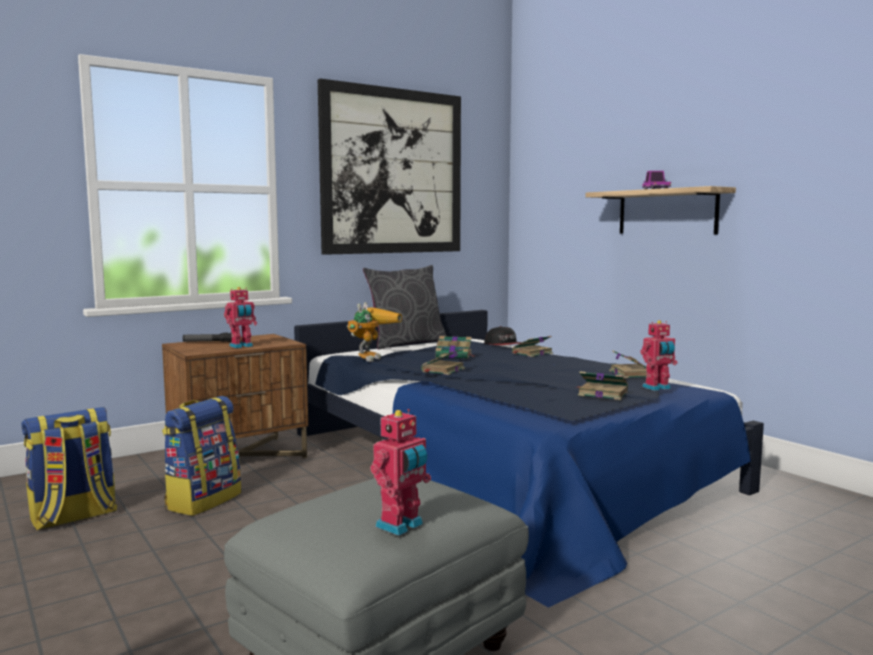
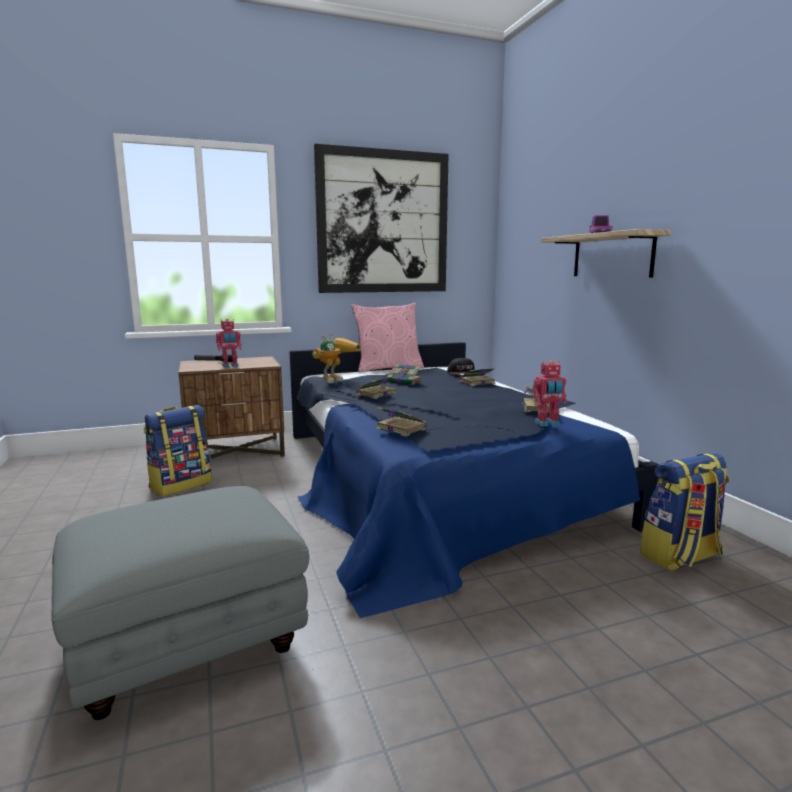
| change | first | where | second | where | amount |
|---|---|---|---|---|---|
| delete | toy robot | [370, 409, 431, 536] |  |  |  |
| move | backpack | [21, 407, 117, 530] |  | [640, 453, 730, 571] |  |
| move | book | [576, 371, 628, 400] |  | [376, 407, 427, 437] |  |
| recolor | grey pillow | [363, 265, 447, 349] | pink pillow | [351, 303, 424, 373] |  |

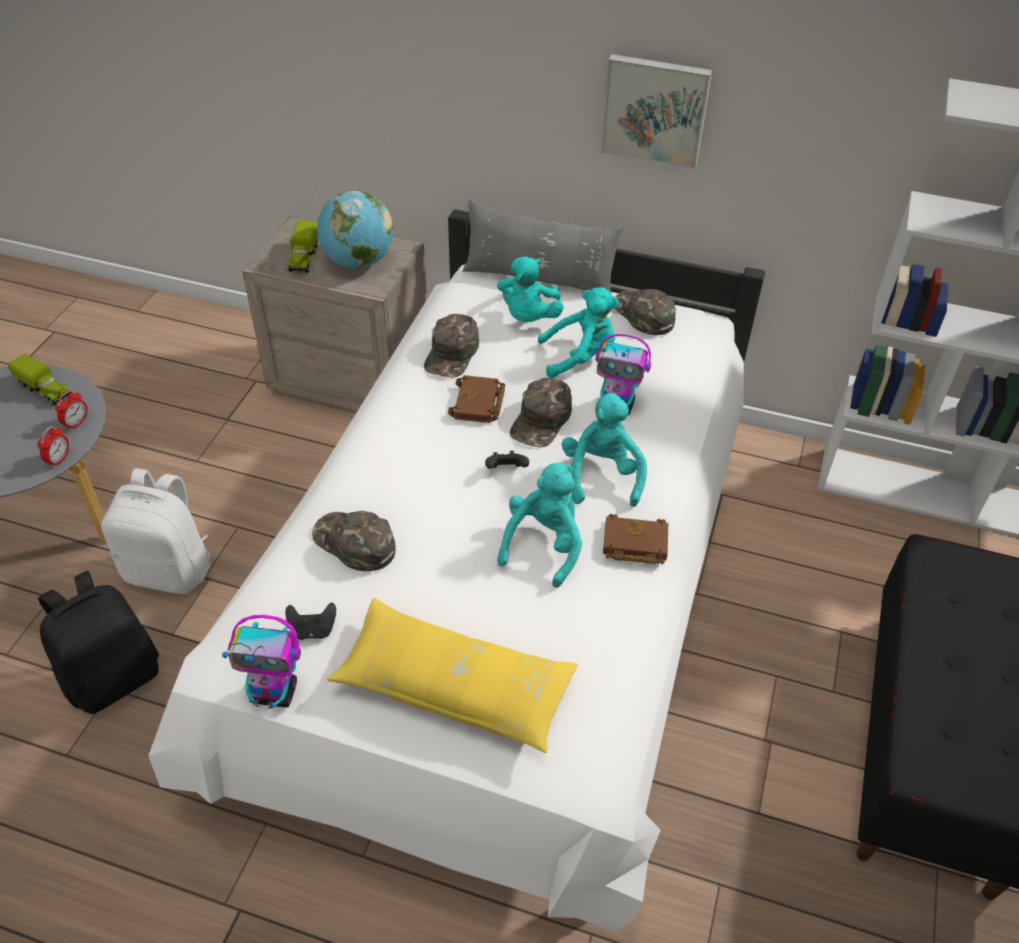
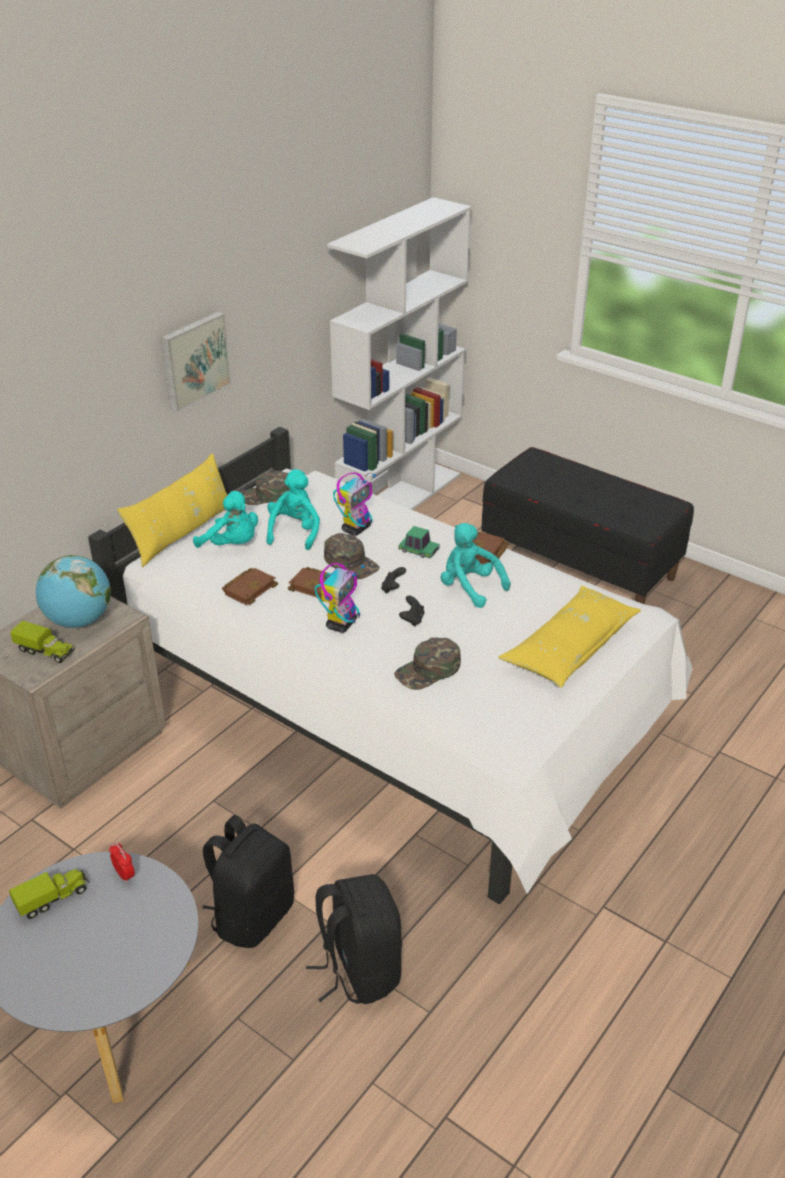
| change | first | where | second | where | amount |
|---|---|---|---|---|---|
| delete | alarm clock | [38, 426, 69, 468] |  |  |  |
| move | toy robot | [222, 615, 301, 709] |  | [315, 563, 365, 633] |  |
| move | black game controller | [285, 602, 336, 640] |  | [399, 595, 424, 626] |  |
| replace | green cap | [424, 314, 479, 378] | brown book | [222, 568, 278, 605] |  |
| replace | turquoise plush toy | [562, 393, 647, 507] | toy car | [398, 526, 439, 558] |  |
| recolor | white backpack | [101, 468, 211, 594] | black backpack | [202, 815, 294, 948] |  |
| recolor | grey pillow | [463, 199, 622, 294] | yellow pillow | [117, 453, 227, 567] |  |

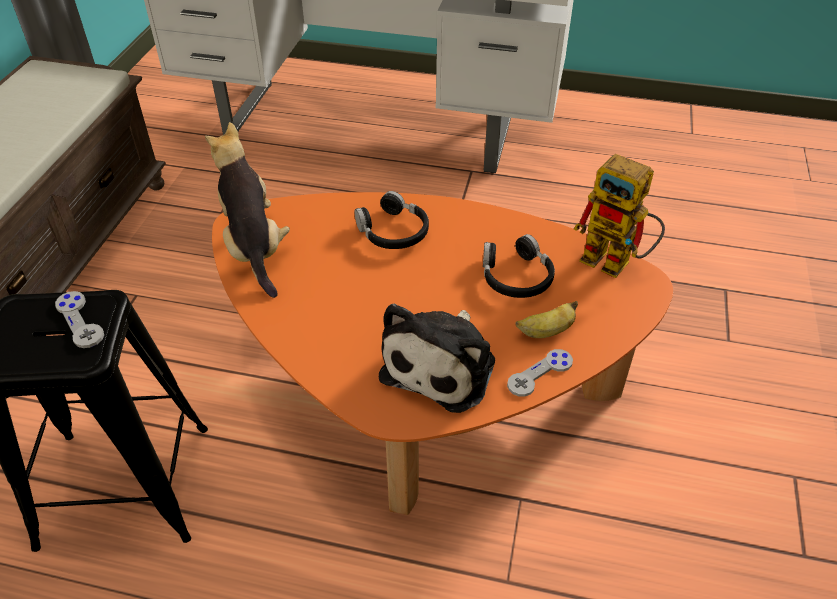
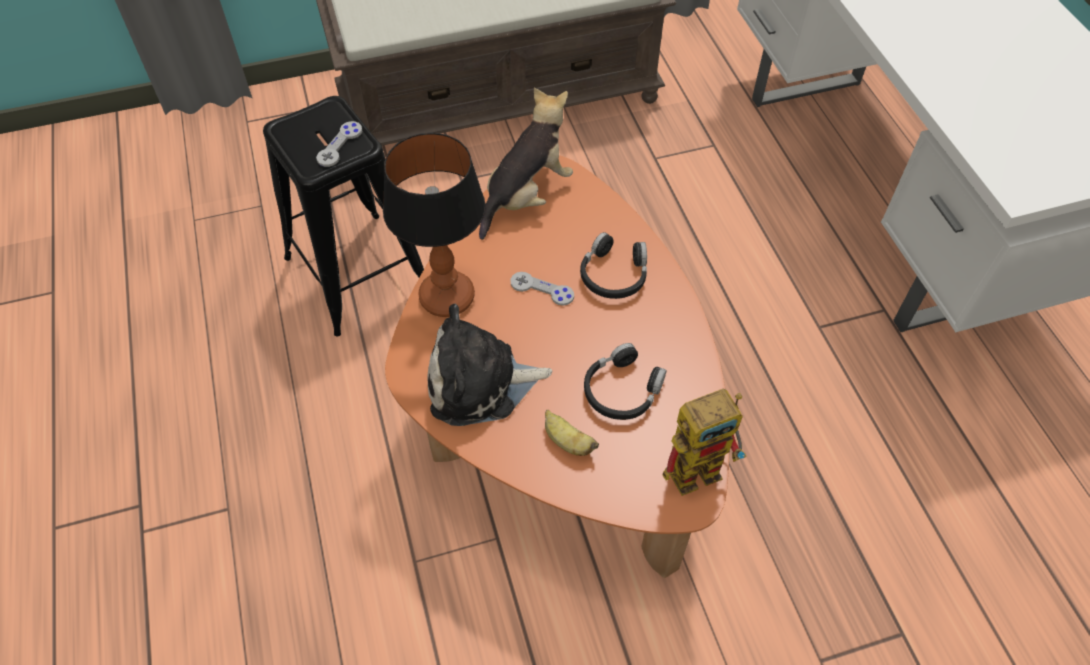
| change | first | where | second | where | amount |
|---|---|---|---|---|---|
| insert |  |  | table lamp | [383, 132, 486, 317] |  |
| move | grey game controller | [507, 349, 573, 397] |  | [511, 272, 574, 306] |  |
| rotate | toy robot | [574, 154, 665, 278] |  | [662, 388, 747, 496] | 120 degrees counterclockwise |

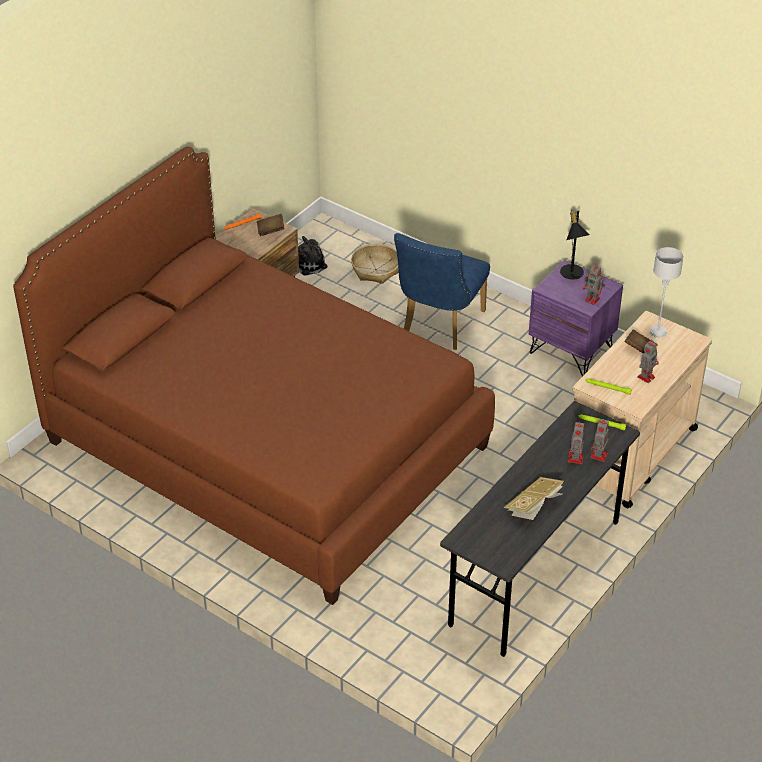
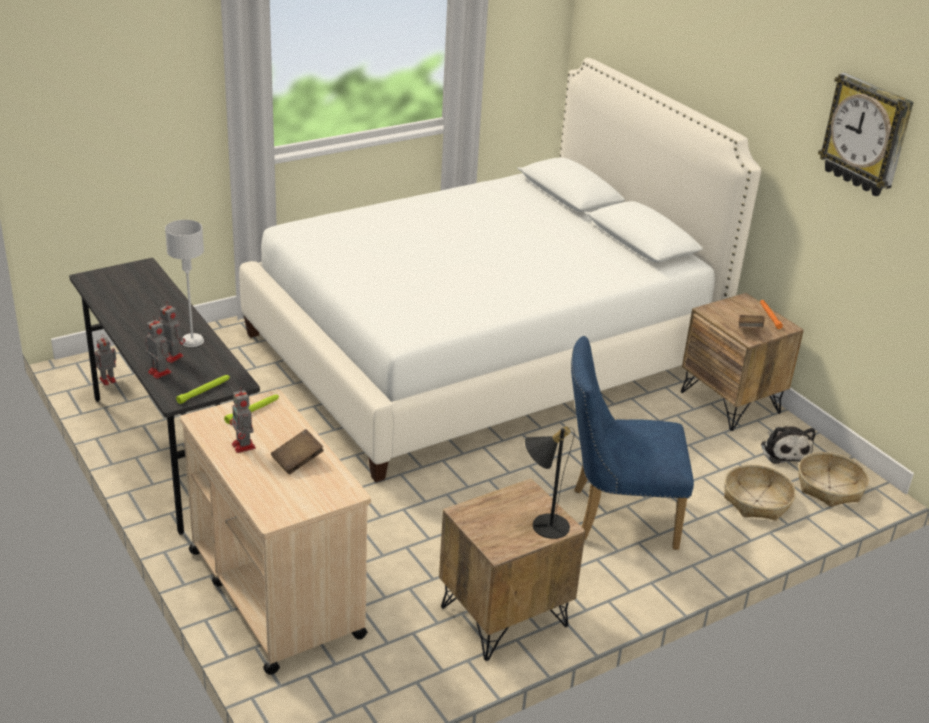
| change | first | where | second | where | amount |
|---|---|---|---|---|---|
| delete | book | [504, 477, 564, 520] |  |  |  |
| insert |  |  | basket | [798, 452, 869, 507] |  |
| insert |  |  | wall clock | [818, 72, 914, 196] |  |
| move | toy robot | [583, 265, 605, 305] |  | [94, 334, 116, 385] |  |
| move | grey table lamp | [649, 247, 684, 338] |  | [165, 220, 204, 347] |  |
| recolor | brown bed | [13, 146, 495, 605] | white bed | [239, 58, 761, 482] |  |
| recolor | purple nightstand | [529, 260, 623, 377] | brown nightstand | [439, 478, 586, 661] |  |
| rotate | blue chair | [394, 233, 490, 350] |  | [571, 336, 694, 550] | 45 degrees counterclockwise |

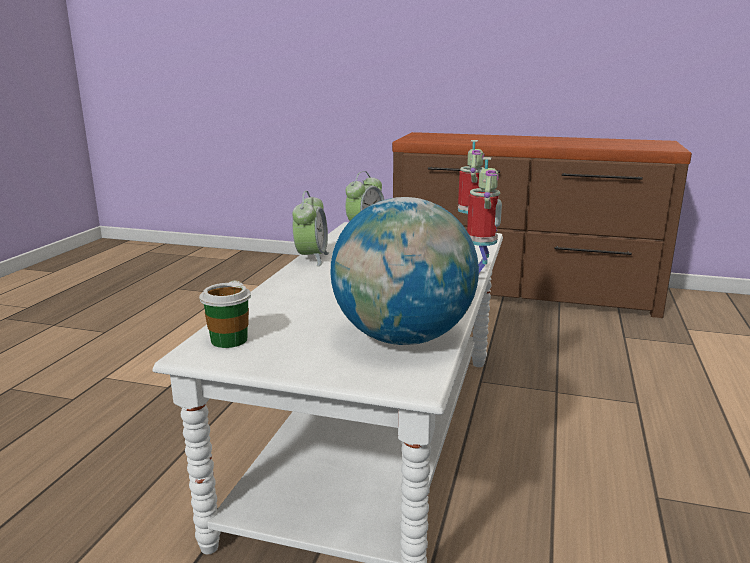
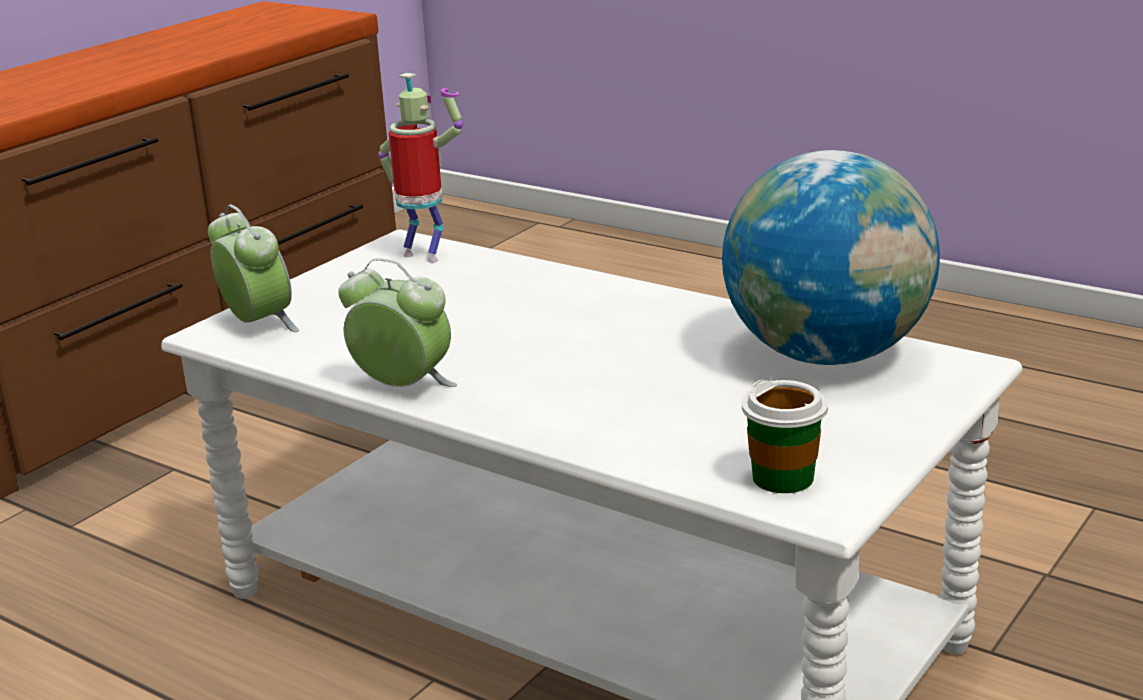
| change | first | where | second | where | amount |
|---|---|---|---|---|---|
| delete | toy robot | [467, 157, 502, 281] |  |  |  |

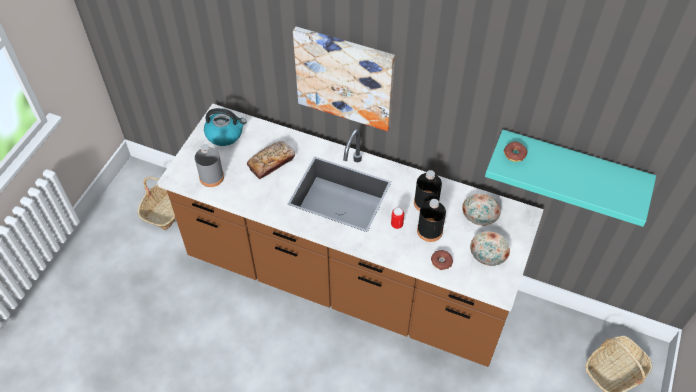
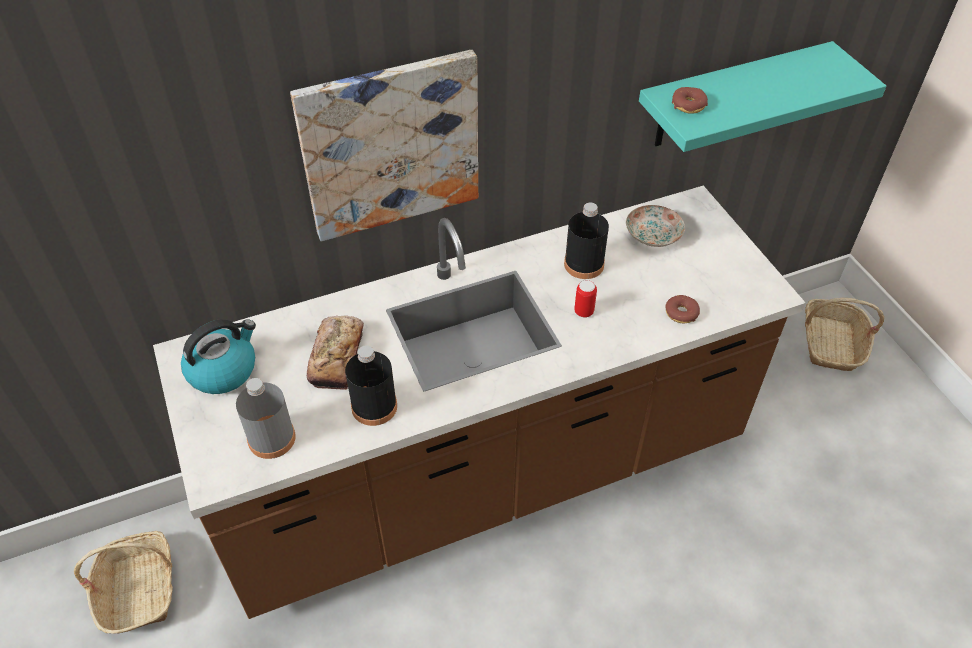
| change | first | where | second | where | amount |
|---|---|---|---|---|---|
| delete | plate | [470, 231, 510, 266] |  |  |  |
| move | black bottle | [417, 199, 446, 242] |  | [345, 345, 397, 426] |  |

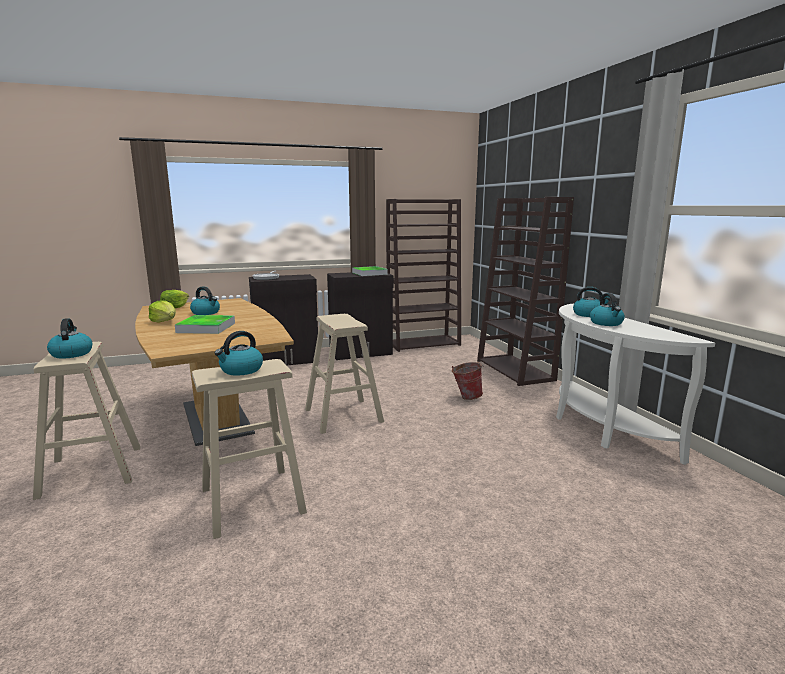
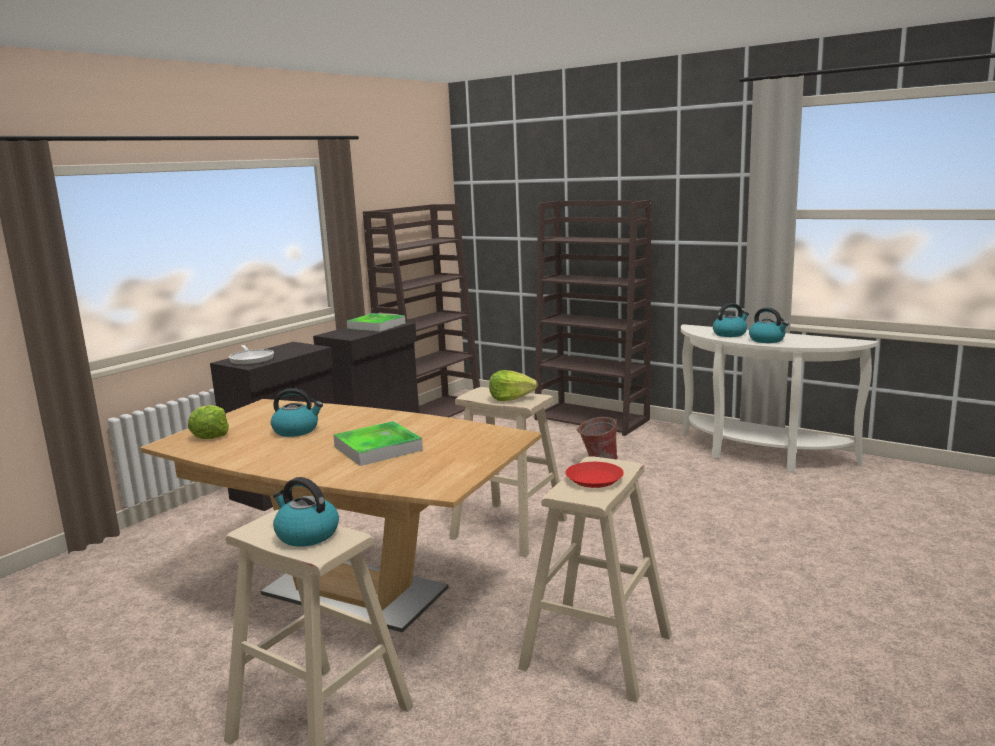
| change | first | where | second | where | amount |
|---|---|---|---|---|---|
| move | lettuce | [149, 301, 176, 323] |  | [489, 370, 538, 401] |  |
| replace | kettle | [214, 331, 263, 376] | red plate | [565, 462, 624, 488] |  |

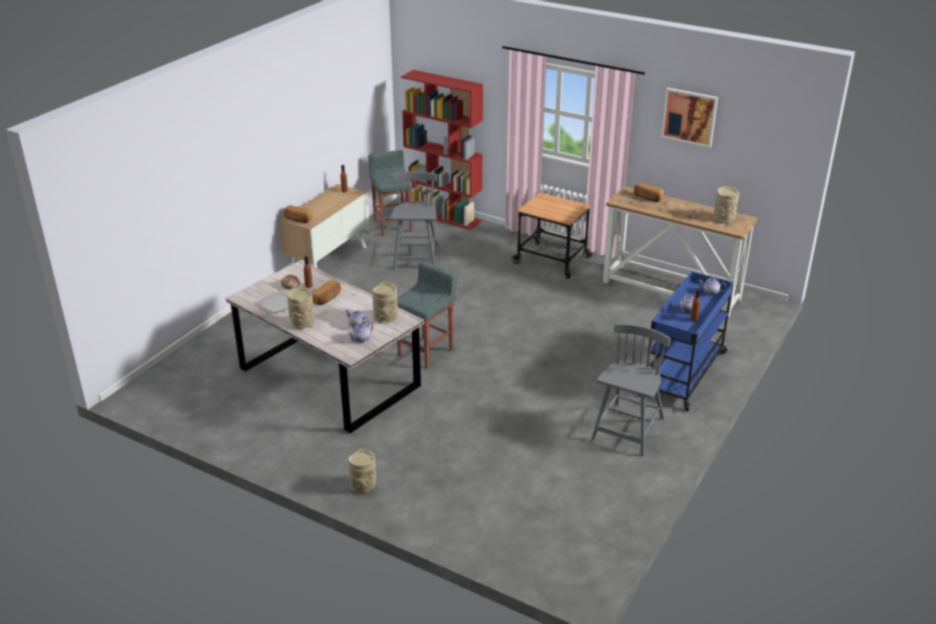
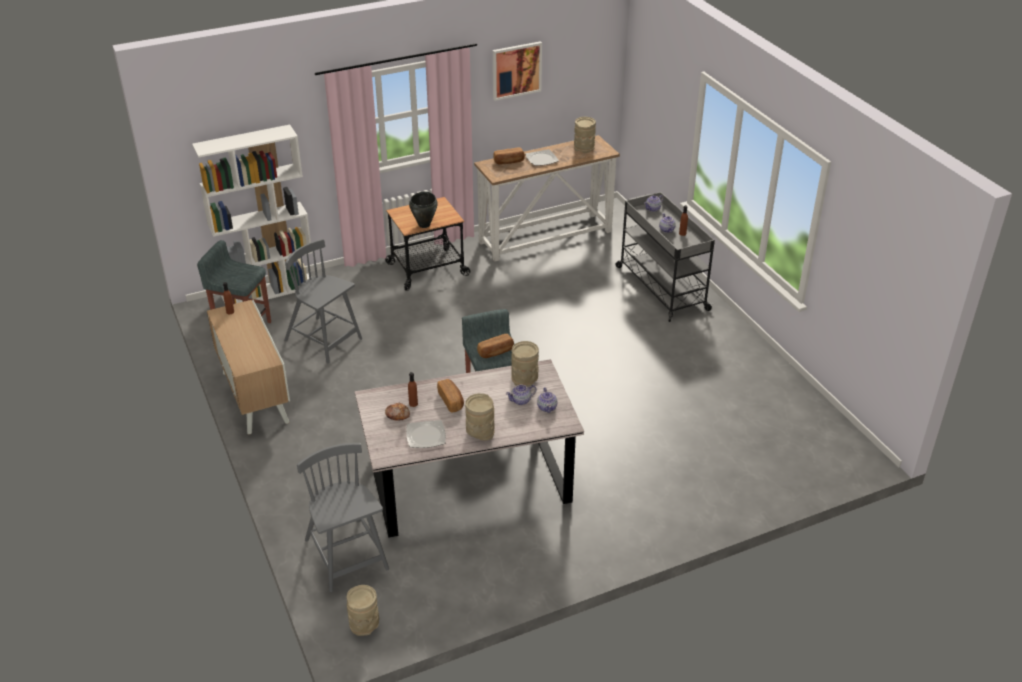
| change | first | where | second | where | amount |
|---|---|---|---|---|---|
| insert |  |  | black cooking pot | [409, 191, 437, 228] |  |
| insert |  |  | plate | [525, 149, 559, 166] |  |
| move | bread | [284, 205, 313, 223] |  | [477, 334, 514, 358] |  |
| move | beige vase | [348, 448, 376, 493] |  | [347, 585, 379, 636] |  |
| move | grey chair | [591, 323, 671, 457] |  | [297, 443, 389, 592] |  |
| recolor | red bookcase | [401, 70, 483, 230] | white bookcase | [192, 125, 312, 304] |  |
| recolor | blue cart | [639, 271, 734, 412] | grey cart | [615, 192, 715, 322] |  |

